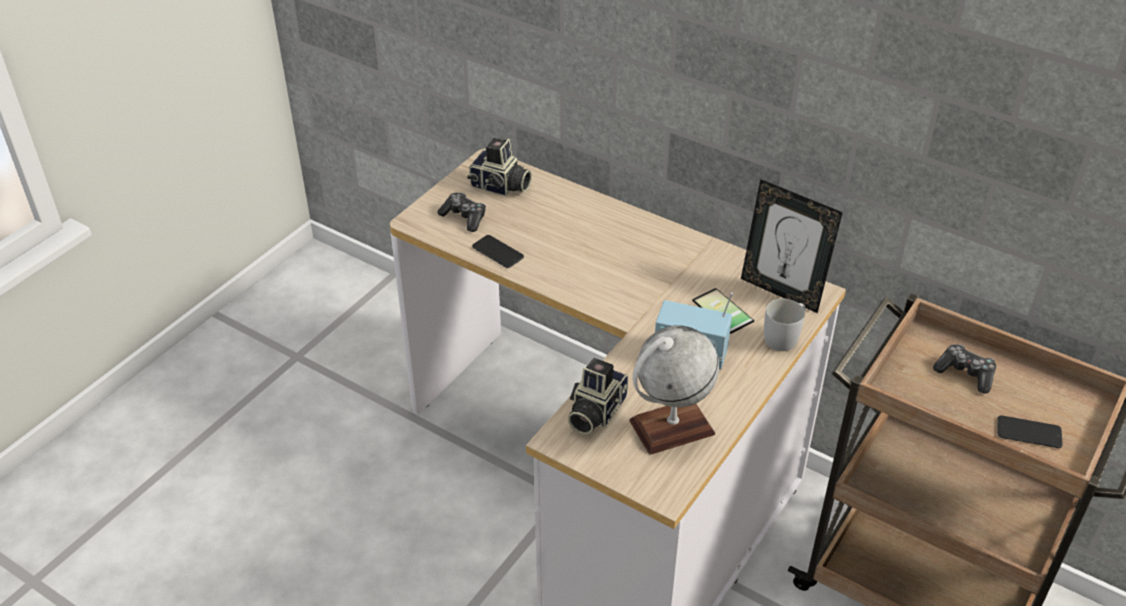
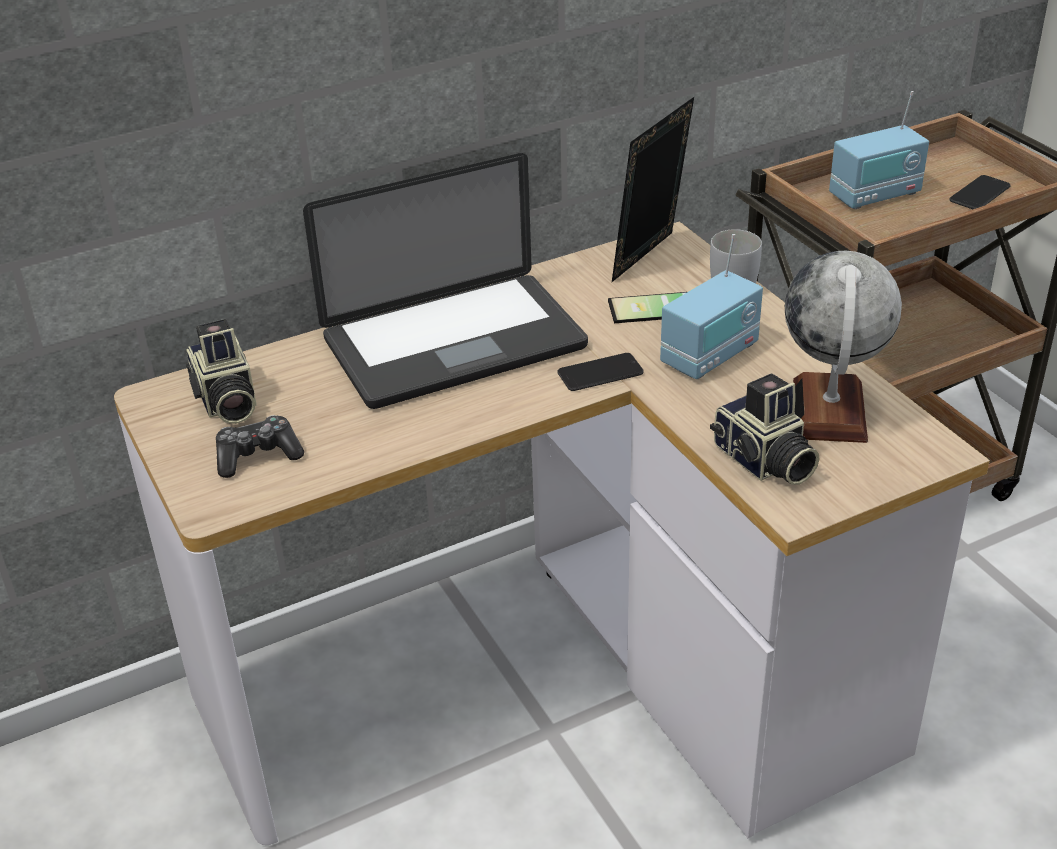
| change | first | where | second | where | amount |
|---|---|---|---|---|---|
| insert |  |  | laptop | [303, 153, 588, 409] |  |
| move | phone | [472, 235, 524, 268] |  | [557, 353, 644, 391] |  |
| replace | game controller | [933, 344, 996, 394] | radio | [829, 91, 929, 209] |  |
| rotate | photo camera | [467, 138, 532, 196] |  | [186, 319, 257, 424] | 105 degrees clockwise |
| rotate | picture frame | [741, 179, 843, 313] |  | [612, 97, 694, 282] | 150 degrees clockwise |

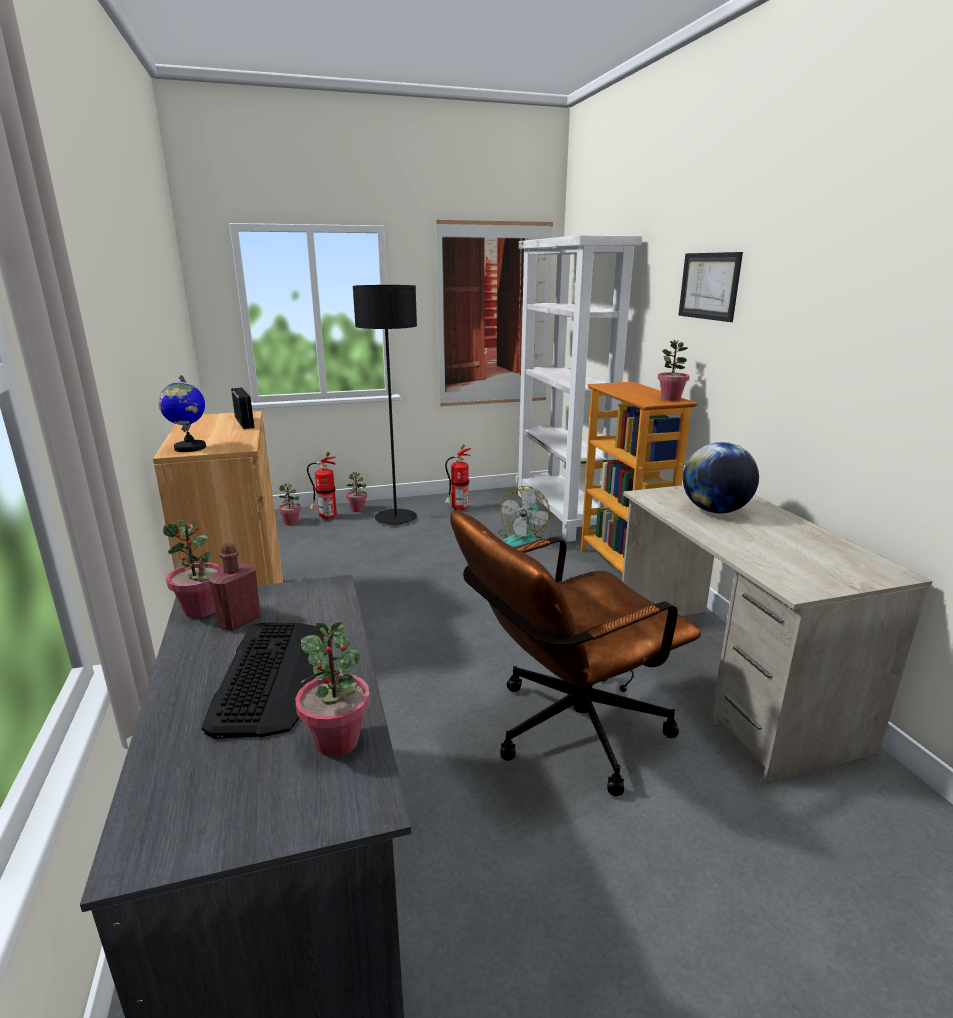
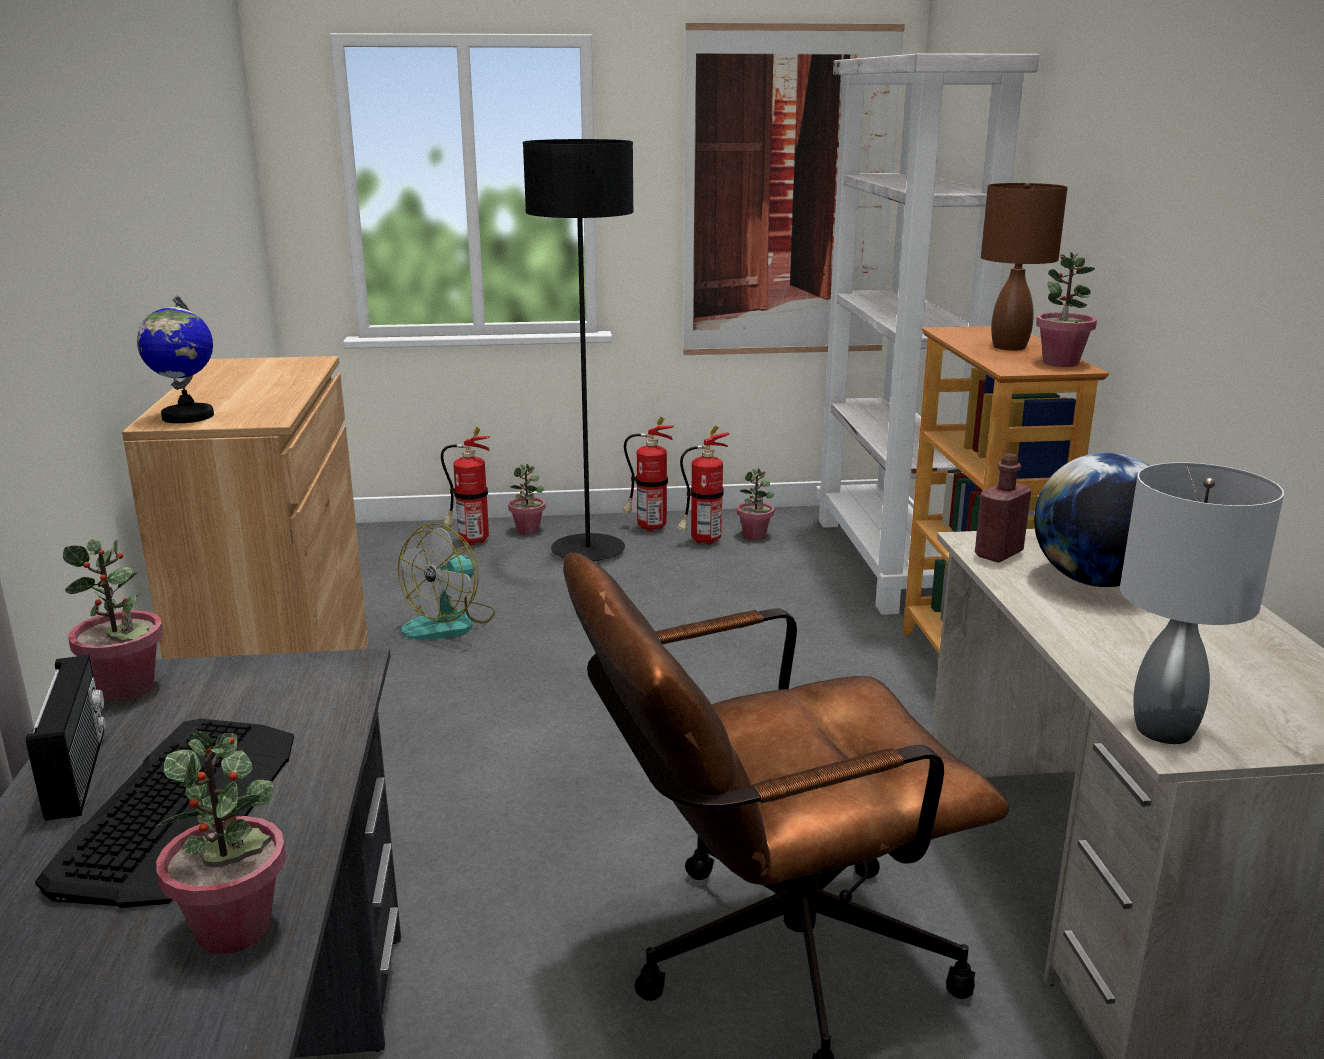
| change | first | where | second | where | amount |
|---|---|---|---|---|---|
| delete | picture | [678, 252, 743, 322] |  |  |  |
| insert |  |  | fire extinguisher | [623, 416, 674, 532] |  |
| insert |  |  | brown table lamp | [981, 183, 1068, 350] |  |
| insert |  |  | grey table lamp | [1120, 462, 1284, 744] |  |
| move | red bottle | [208, 543, 261, 631] |  | [975, 453, 1031, 563] |  |
| move | radio | [231, 387, 254, 429] |  | [26, 654, 106, 821] |  |
| move | potted plant | [278, 483, 301, 525] |  | [737, 469, 775, 540] |  |
| move | fan | [498, 486, 550, 547] |  | [398, 524, 495, 639] |  |

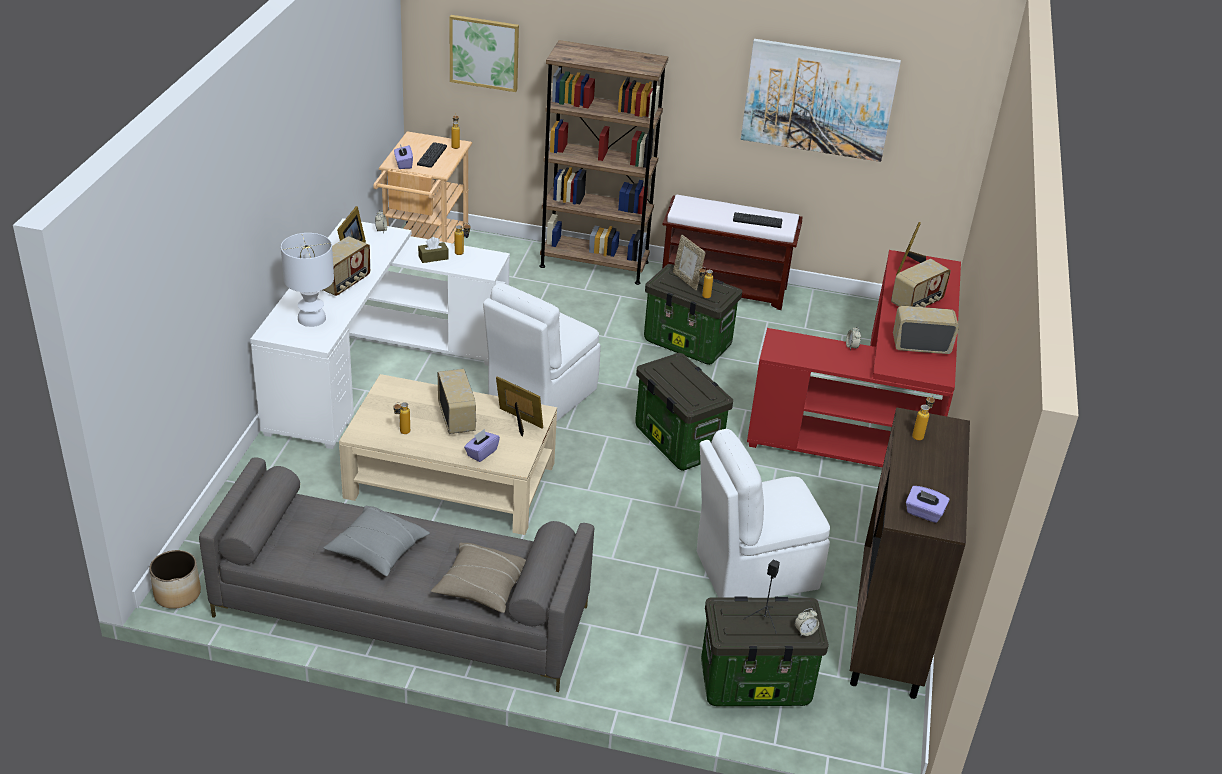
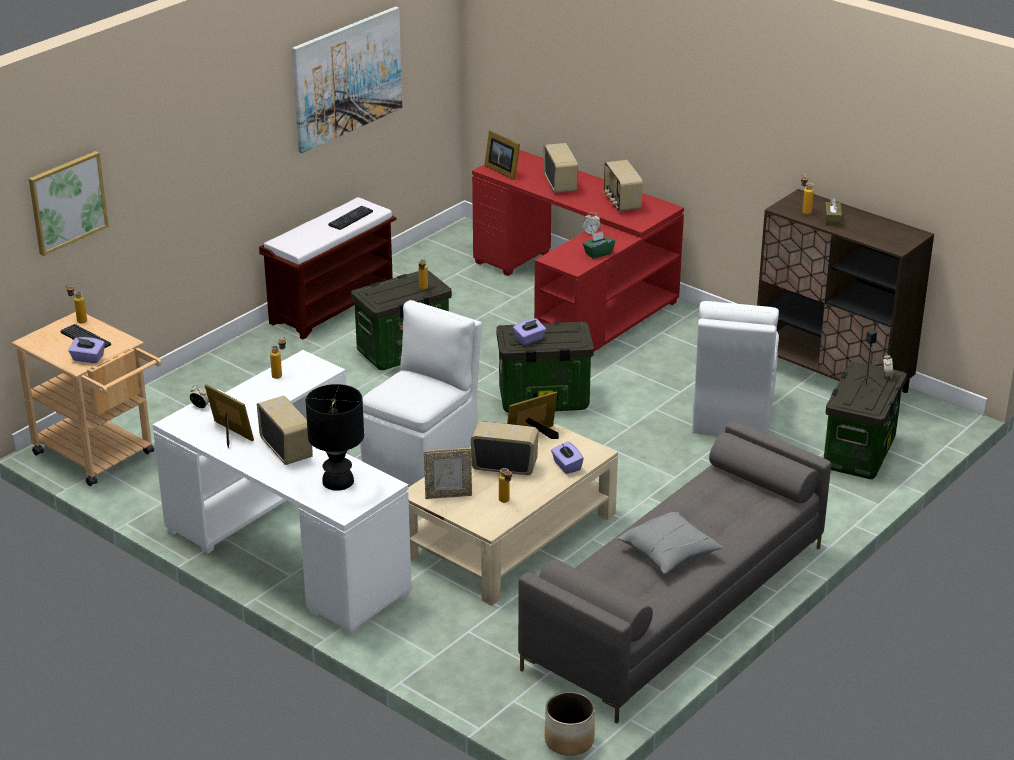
| change | first | where | second | where | amount |
|---|---|---|---|---|---|
| delete | beige pillow | [431, 543, 526, 613] |  |  |  |
| delete | brown bookcase | [539, 40, 668, 285] |  |  |  |
| insert |  |  | green tissue box | [583, 231, 615, 258] |  |
| move | brown tissue box | [418, 237, 449, 263] |  | [824, 198, 842, 227] |  |
| move | picture frame | [673, 235, 705, 290] |  | [424, 448, 472, 499] |  |
| move | purple tissue box | [906, 486, 950, 523] |  | [513, 318, 546, 345] |  |
| recolor | white table lamp | [281, 233, 334, 327] | black table lamp | [306, 384, 364, 491] |  |
| rotate | white chair | [483, 283, 601, 421] |  | [360, 300, 482, 485] | 120 degrees counterclockwise |
| rotate | radio | [893, 306, 959, 354] |  | [604, 160, 643, 212] | 45 degrees counterclockwise |

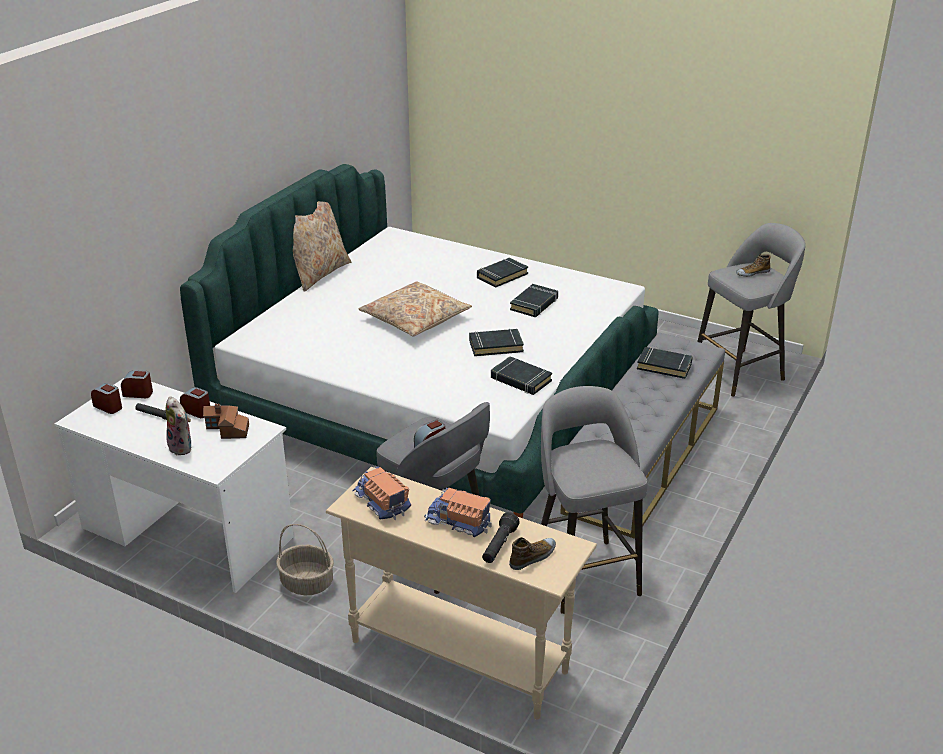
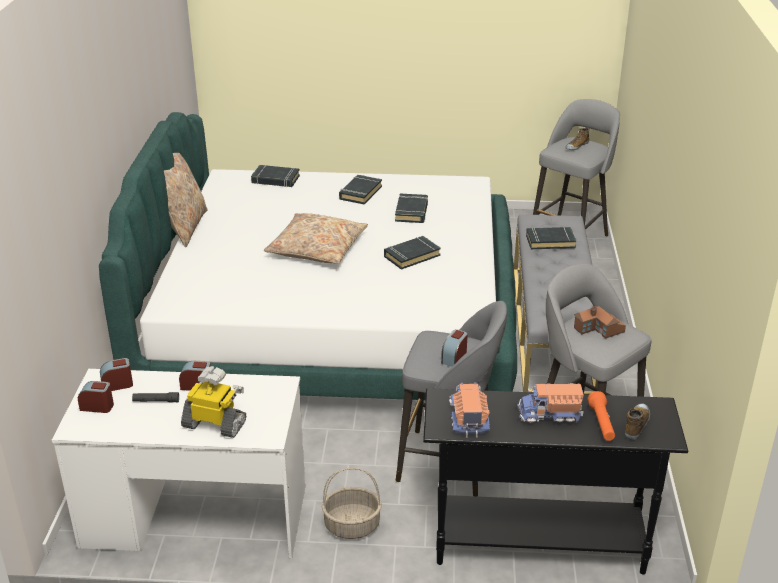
| change | first | where | second | where | amount |
|---|---|---|---|---|---|
| move | toy house | [203, 404, 249, 439] |  | [574, 306, 626, 339] |  |
| move | black book | [491, 356, 552, 395] |  | [251, 165, 300, 187] |  |
| replace | plush toy | [166, 396, 192, 455] | toy robot | [181, 366, 246, 438] |  |
| recolor | beige console table | [326, 467, 597, 720] | black console table | [423, 388, 688, 574] |  |
| recolor | black flashlight | [482, 512, 520, 563] | orange flashlight | [588, 391, 615, 441] |  |
| rotate | toy truck | [352, 467, 411, 520] |  | [449, 382, 490, 438] | 60 degrees clockwise |

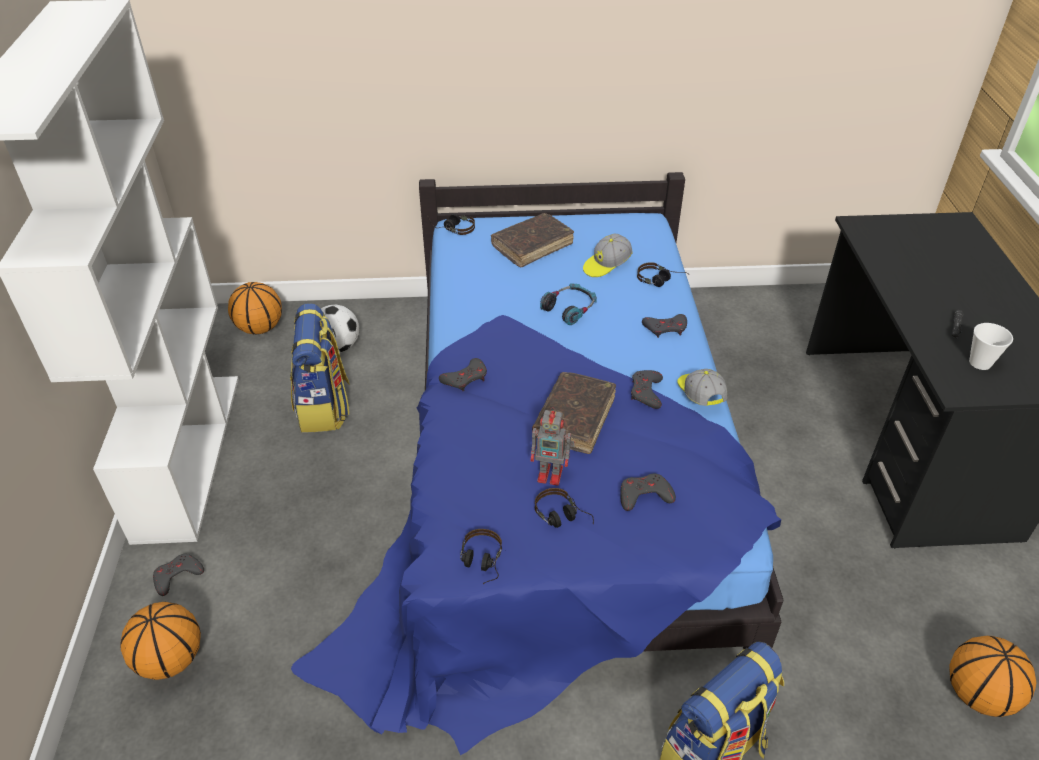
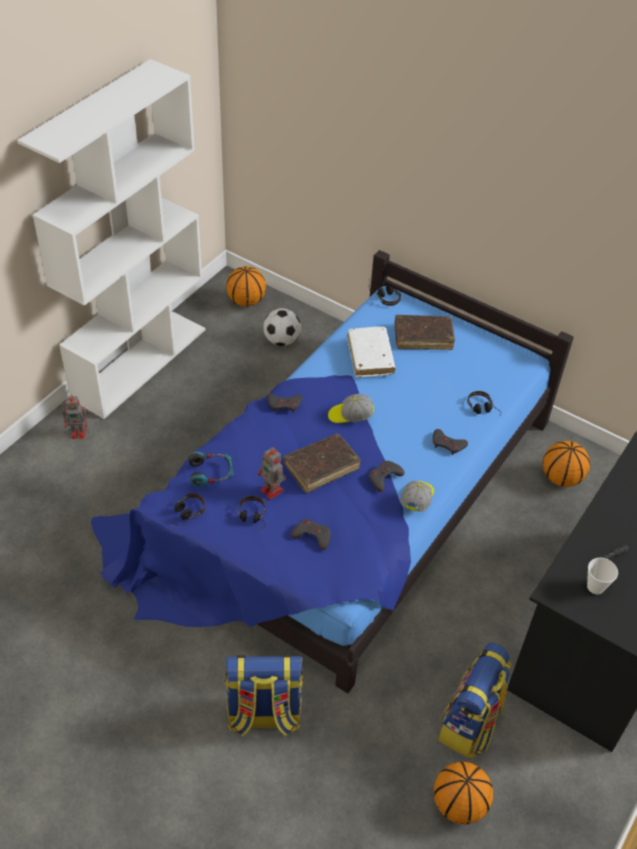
| change | first | where | second | where | amount |
|---|---|---|---|---|---|
| insert |  |  | white book | [347, 327, 396, 377] |  |
| move | basketball | [120, 602, 201, 680] |  | [543, 441, 590, 487] |  |
| move | backpack | [290, 303, 350, 433] |  | [438, 643, 512, 758] |  |
| move | headphones | [540, 284, 597, 325] |  | [188, 452, 234, 487] |  |
| move | cap | [583, 234, 633, 277] |  | [328, 394, 374, 423] |  |
| replace | grey game controller | [153, 554, 204, 596] | toy robot | [62, 394, 89, 439] |  |

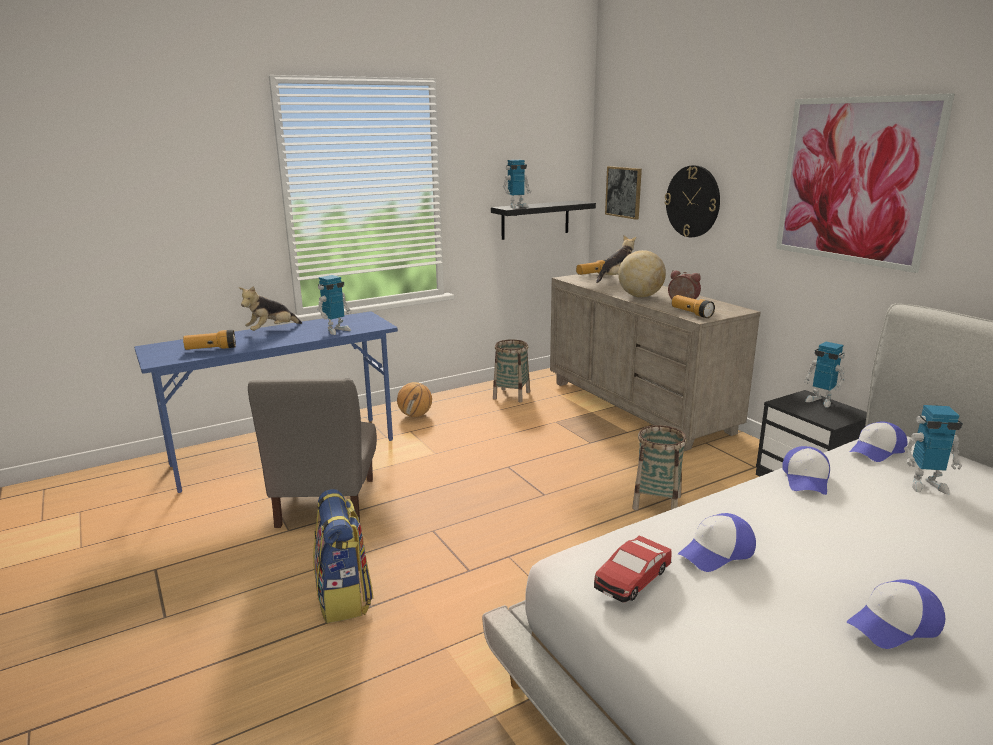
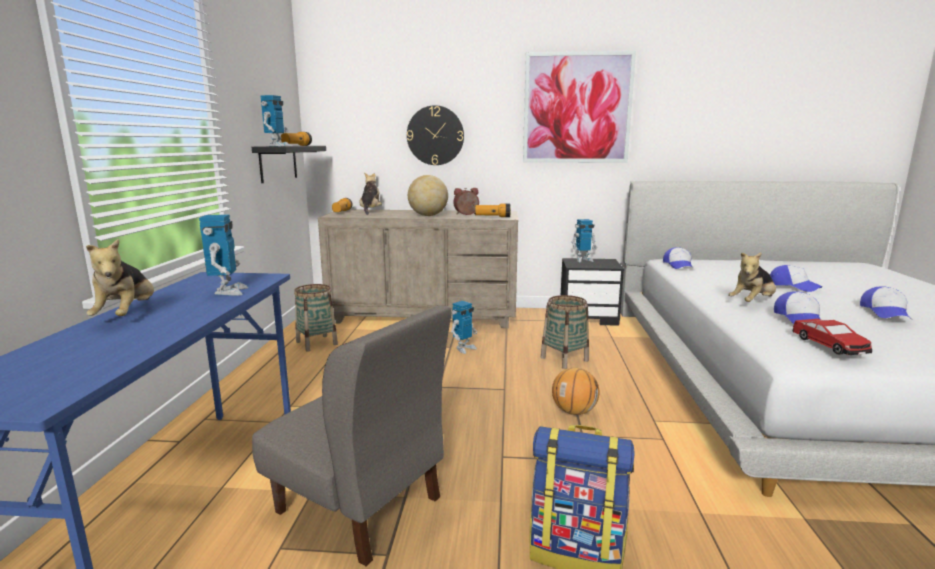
| change | first | where | second | where | amount |
|---|---|---|---|---|---|
| delete | picture | [605, 166, 642, 220] |  |  |  |
| insert |  |  | plush toy | [728, 252, 776, 302] |  |
| move | flashlight | [183, 330, 236, 350] |  | [281, 132, 312, 146] |  |
| move | basketball | [397, 382, 432, 417] |  | [552, 368, 599, 415] |  |
| move | cap | [782, 446, 830, 495] |  | [770, 265, 822, 292] |  |
| move | toy robot | [904, 405, 963, 495] |  | [451, 301, 477, 354] |  |

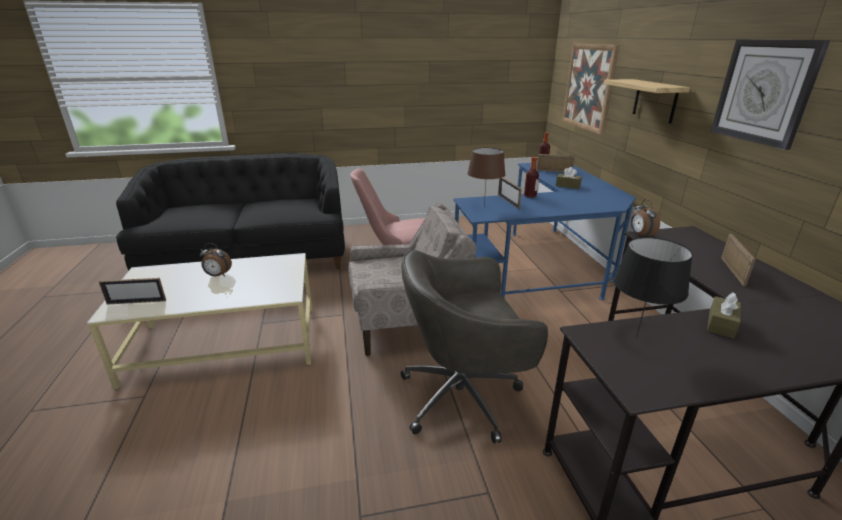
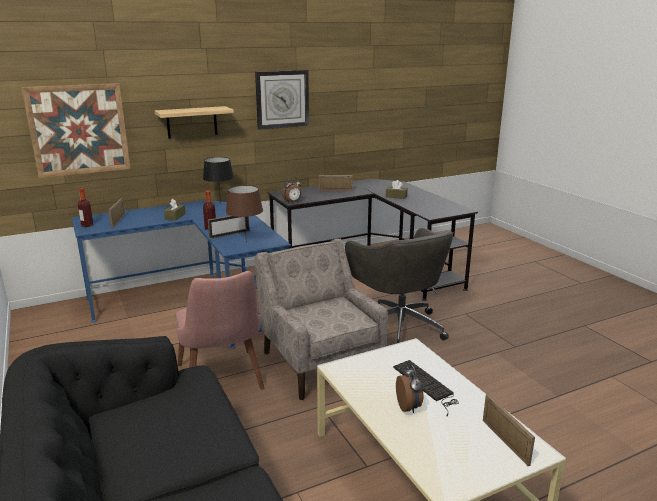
| change | first | where | second | where | amount |
|---|---|---|---|---|---|
| insert |  |  | keyboard | [393, 360, 459, 416] |  |
| move | black table lamp | [614, 237, 693, 337] |  | [203, 157, 234, 205] |  |

